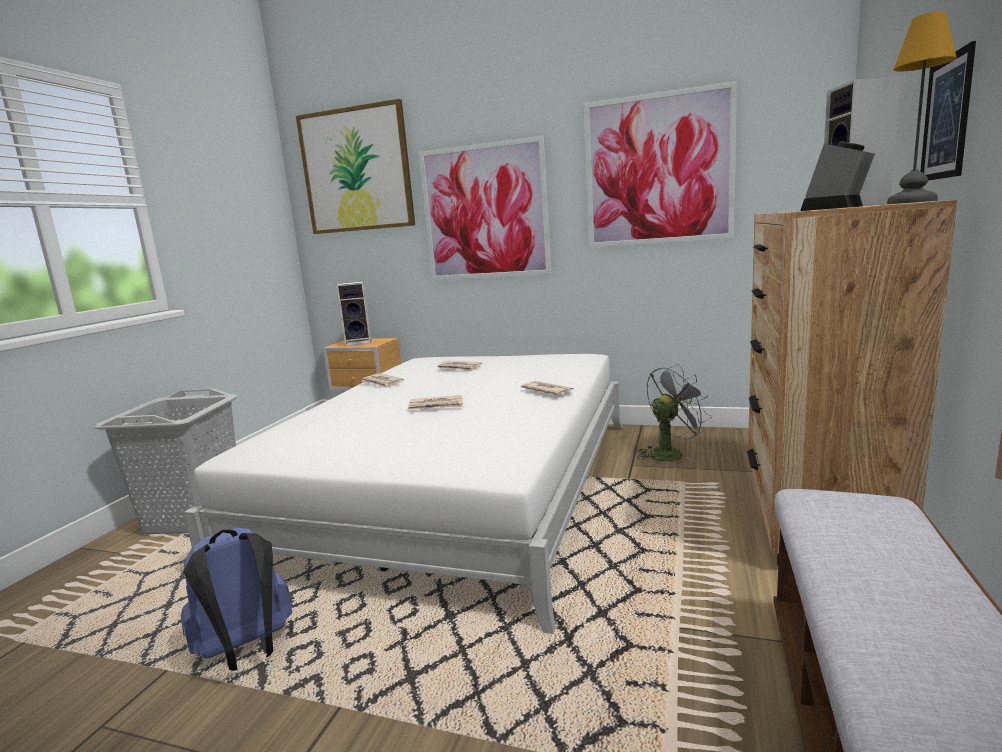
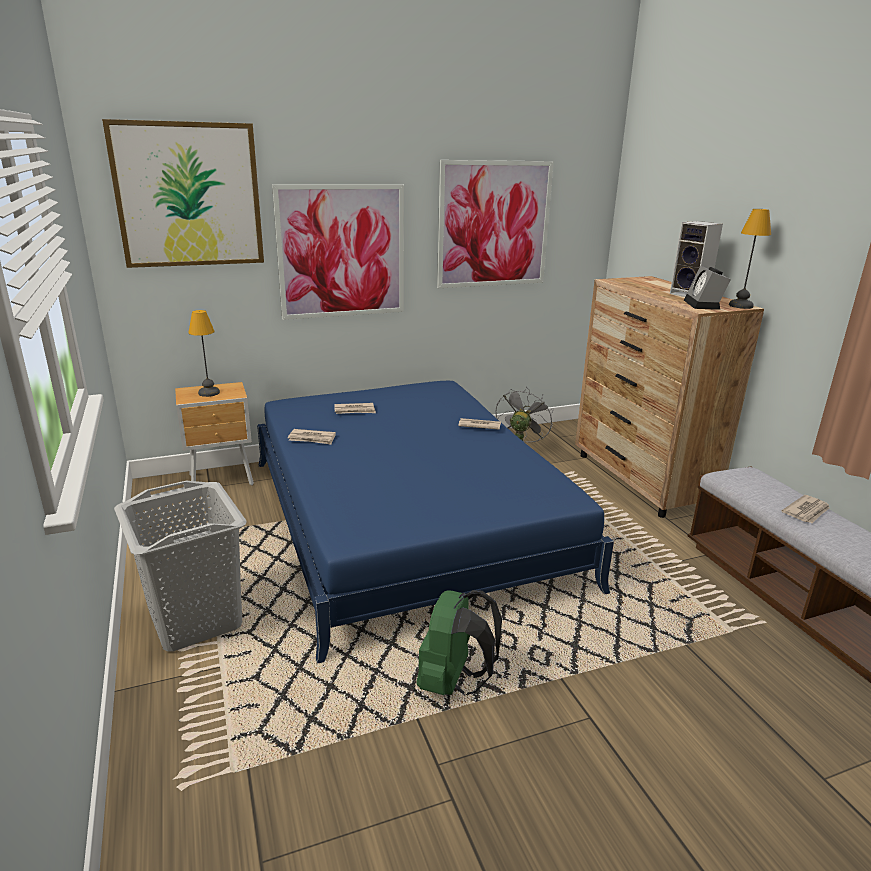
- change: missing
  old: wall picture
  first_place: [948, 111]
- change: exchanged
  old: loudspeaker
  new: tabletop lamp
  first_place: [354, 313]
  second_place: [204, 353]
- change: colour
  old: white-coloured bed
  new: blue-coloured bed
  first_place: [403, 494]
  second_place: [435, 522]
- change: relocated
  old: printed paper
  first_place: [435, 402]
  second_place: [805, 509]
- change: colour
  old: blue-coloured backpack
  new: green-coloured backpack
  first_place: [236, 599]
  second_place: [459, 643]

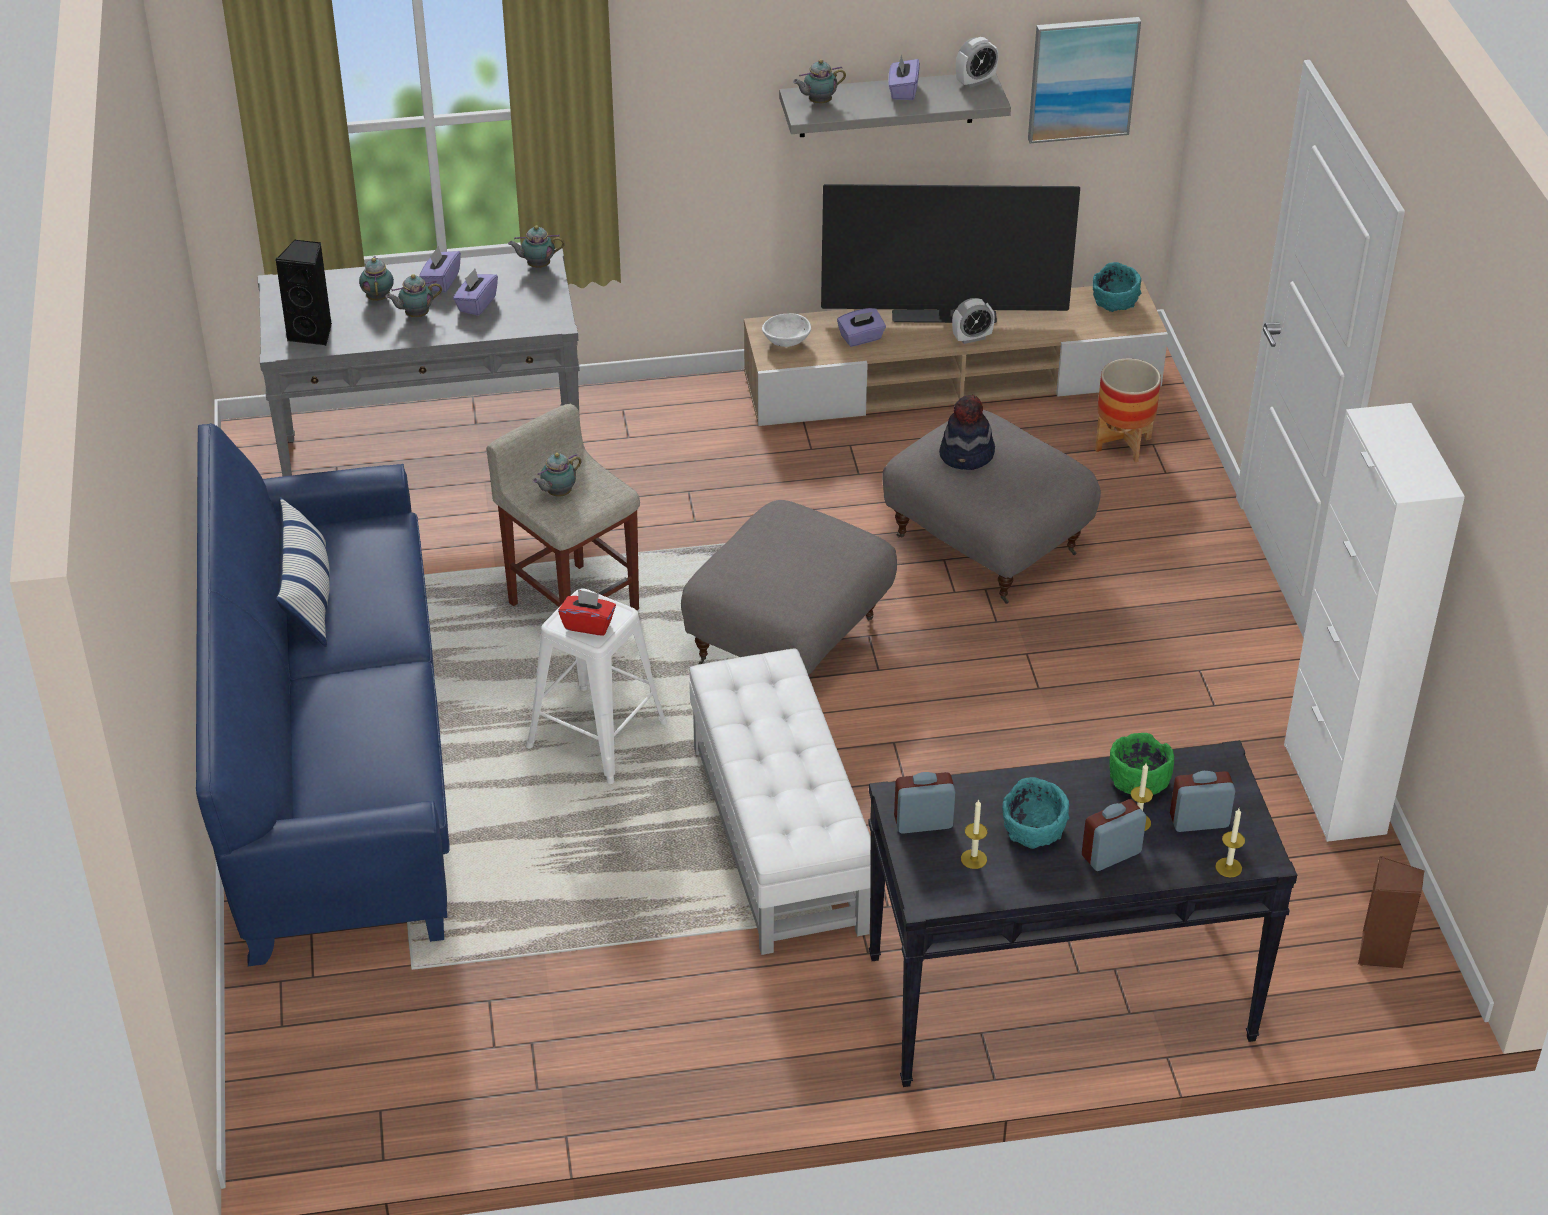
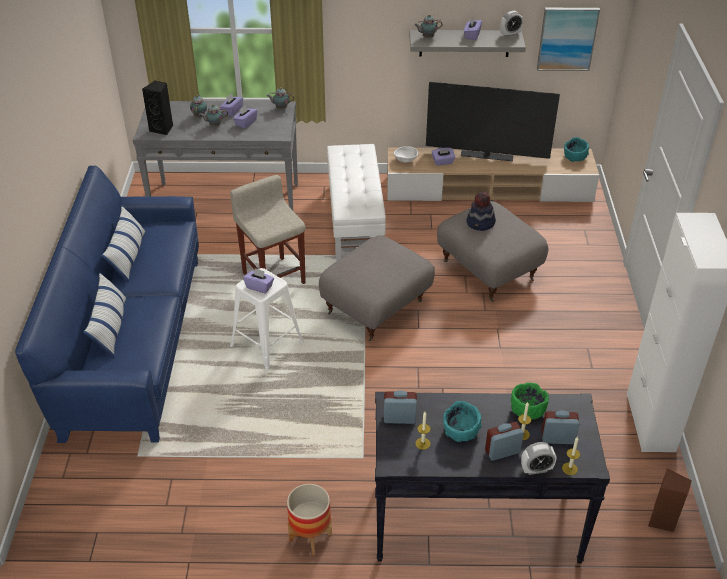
- change: relocated
  old: table clock
  first_place: [973, 321]
  second_place: [538, 458]
- change: relocated
  old: plant pot
  first_place: [1128, 410]
  second_place: [309, 520]
- change: missing
  old: pot for tea
  first_place: [557, 475]
- change: colour
  old: reddish box of tissues
  new: purple box of tissues
  first_place: [587, 612]
  second_place: [258, 280]
- change: relocated
  old: white-coloured pouffe
  first_place: [780, 802]
  second_place: [356, 202]
- change: appeared
  new: pillow
  second_place: [105, 315]

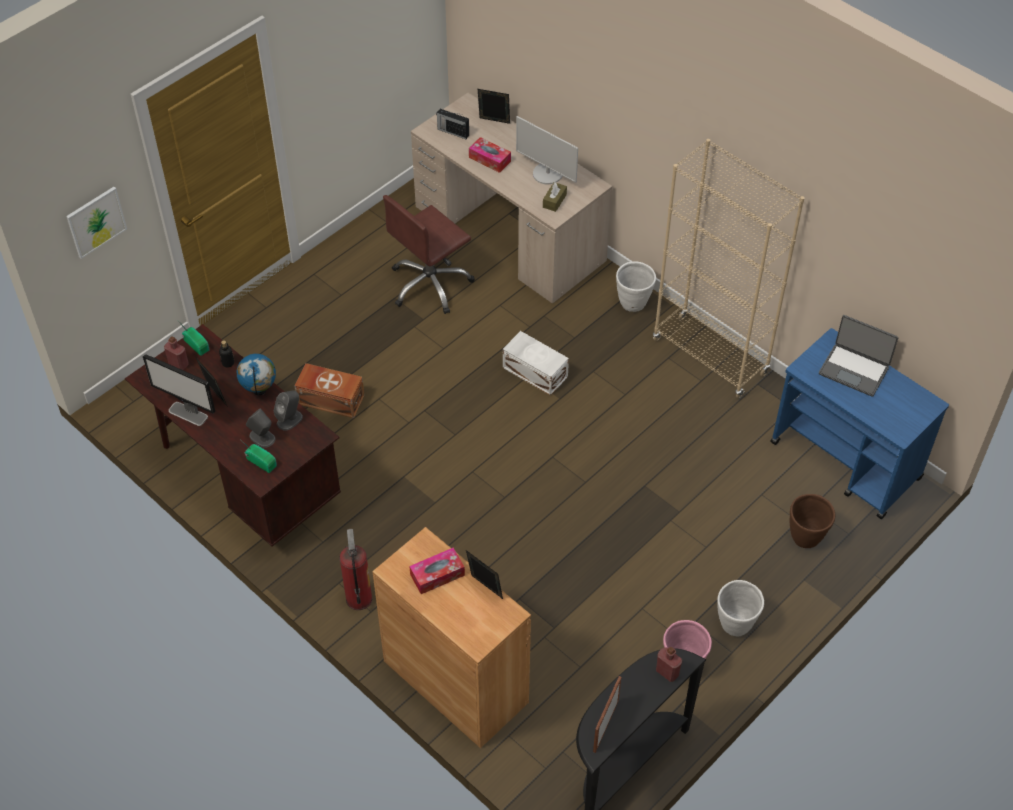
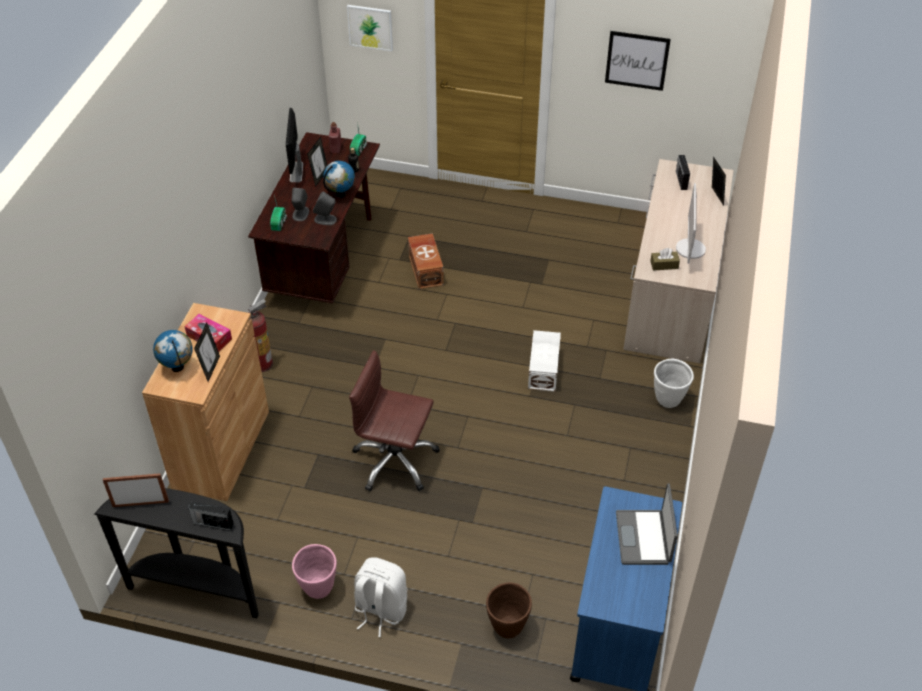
- change: missing
  old: box of tissues
  first_place: [490, 155]
- change: missing
  old: sand-coloured bookcase
  first_place: [729, 268]
- change: relocated
  old: brownish desk chair
  first_place: [429, 254]
  second_place: [394, 421]
- change: exchanged
  old: white-coloured plant pot
  new: white-coloured backpack
  first_place: [740, 608]
  second_place: [381, 597]
- change: exchanged
  old: reddish drink bottle
  new: radio receiver
  first_place: [669, 664]
  second_place: [211, 516]
- change: appeared
  new: wall picture
  second_place: [638, 61]
- change: appeared
  new: desk globe
  second_place: [173, 351]

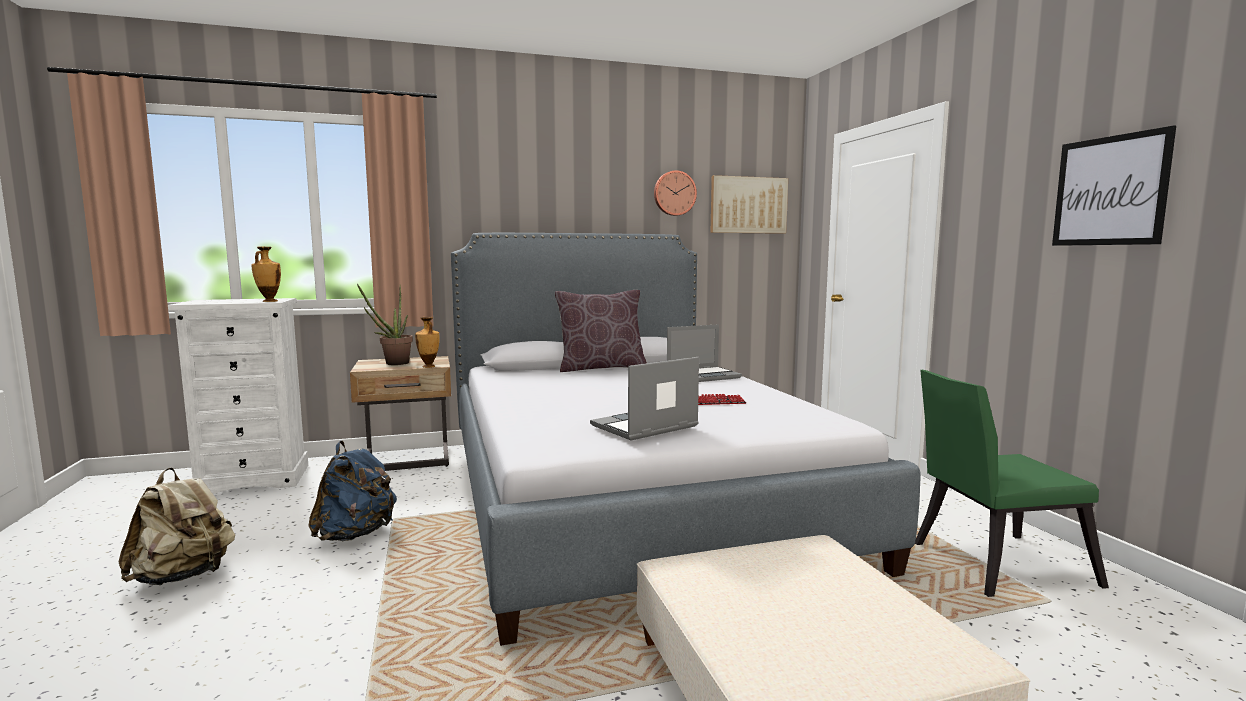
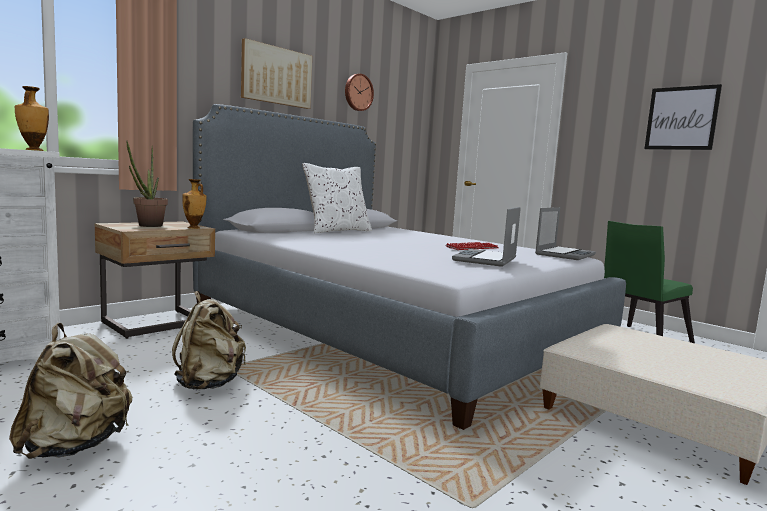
- change: relocated
  old: wall picture
  first_place: [749, 204]
  second_place: [276, 73]
- change: colour
  old: brownish pillow
  new: white-coloured pillow
  first_place: [601, 331]
  second_place: [337, 198]
- change: relocated
  old: laptop
  first_place: [704, 353]
  second_place: [565, 233]
- change: colour
  old: blue-coloured backpack
  new: sand-coloured backpack
  first_place: [352, 491]
  second_place: [209, 340]

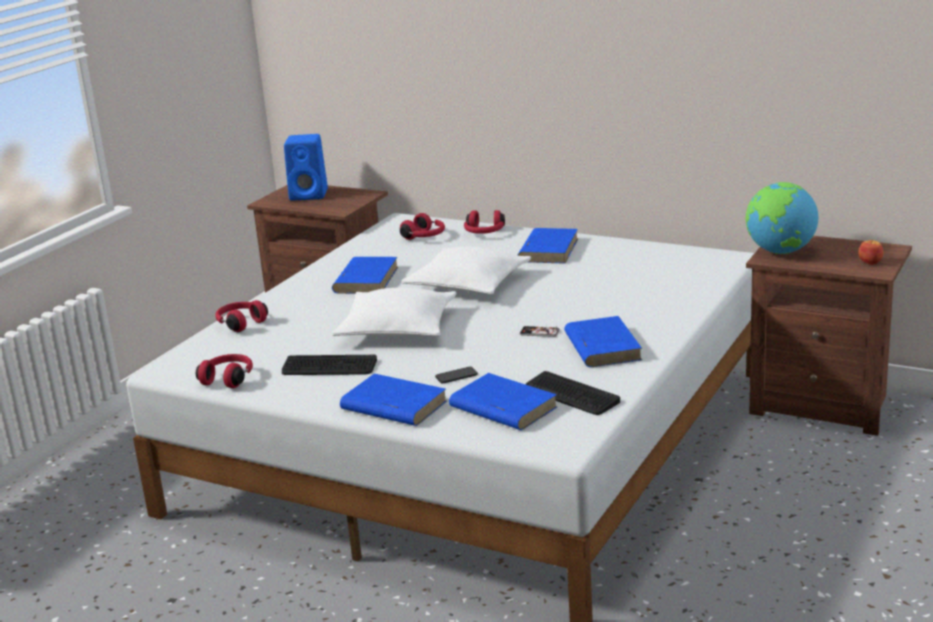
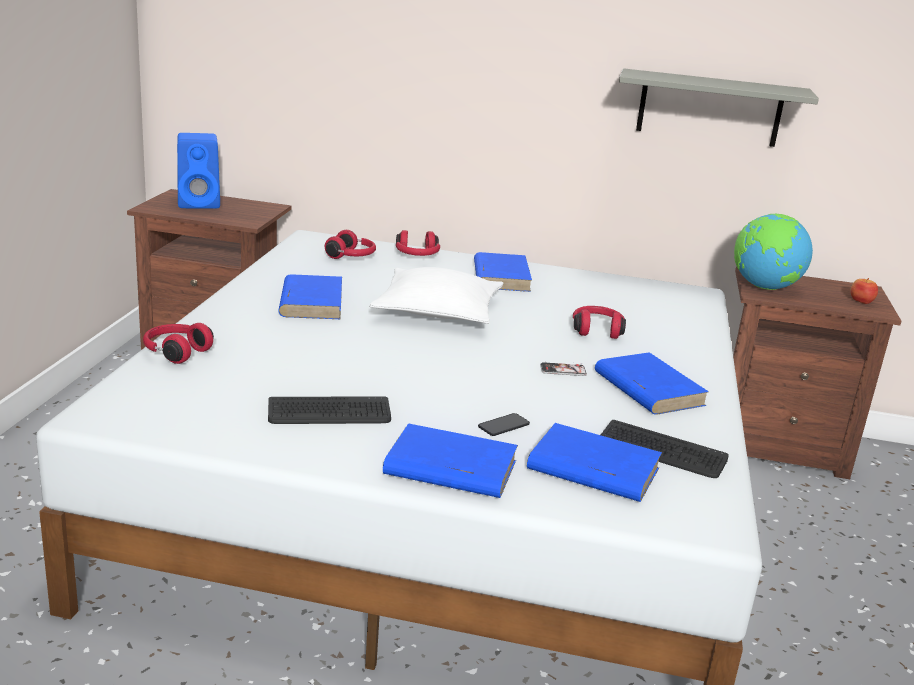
- change: missing
  old: white-coloured pillow
  first_place: [394, 311]
- change: relocated
  old: reddish pair of headphones
  first_place: [224, 371]
  second_place: [599, 322]
- change: appeared
  new: gray bracket shelf
  second_place: [719, 107]

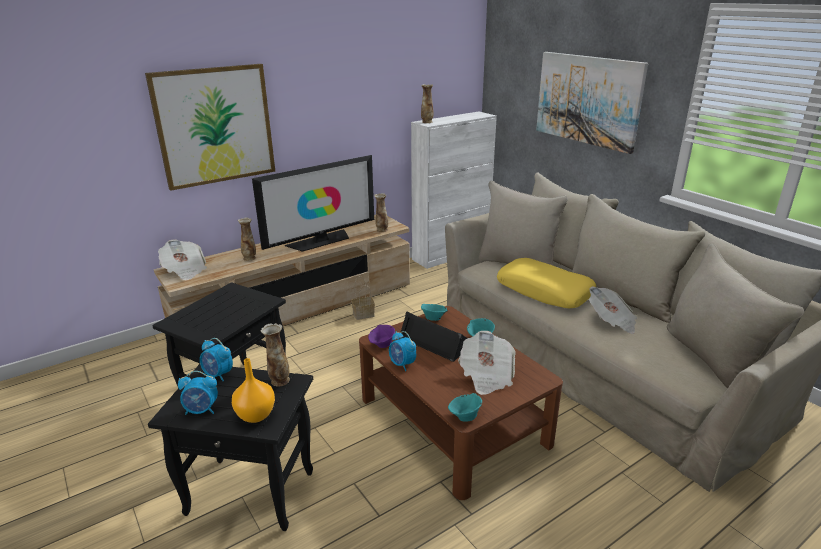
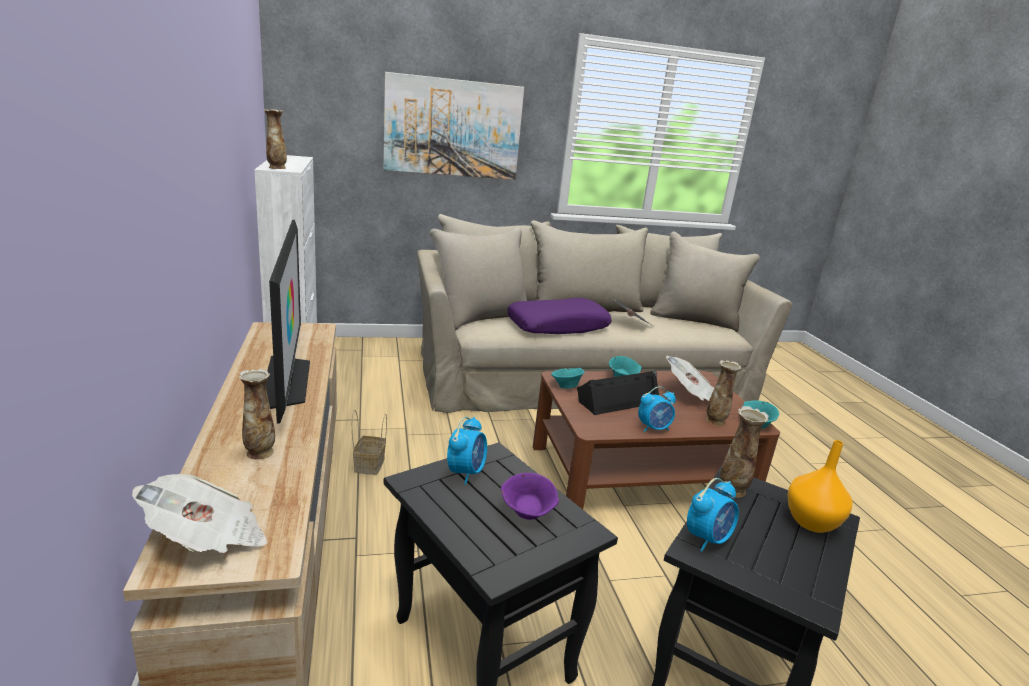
- change: missing
  old: wall picture
  first_place: [210, 127]
- change: relocated
  old: vase
  first_place: [381, 212]
  second_place: [723, 393]
- change: colour
  old: yellow-coloured pillow
  new: purple pillow
  first_place: [546, 283]
  second_place: [560, 316]
- change: relocated
  old: purple bowl
  first_place: [381, 336]
  second_place: [530, 496]
- change: relocated
  old: table clock
  first_place: [198, 393]
  second_place: [467, 451]

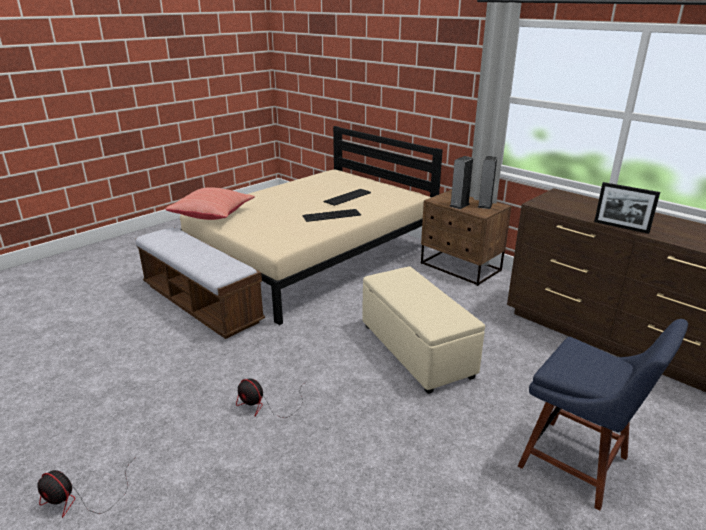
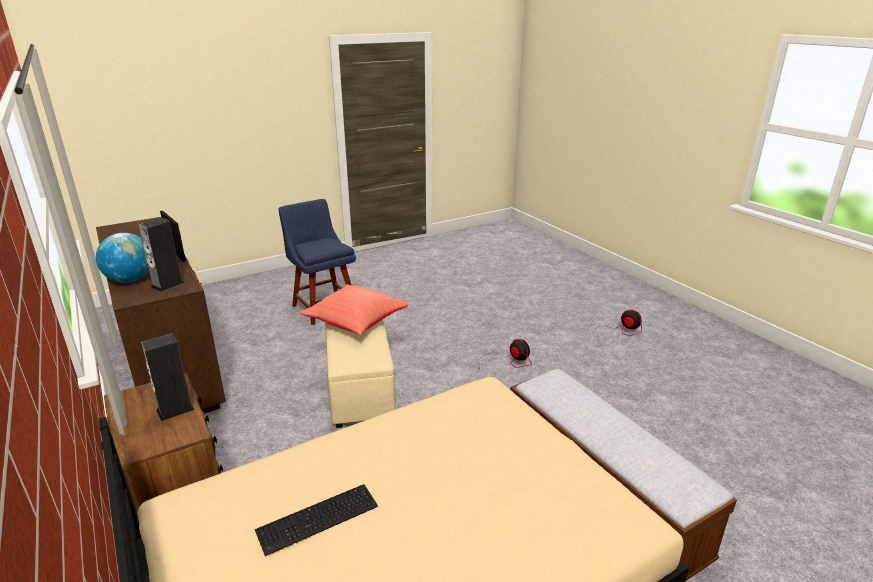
- change: relocated
  old: loudspeaker
  first_place: [487, 182]
  second_place: [161, 254]
- change: relocated
  old: reddish pillow
  first_place: [210, 203]
  second_place: [353, 310]
- change: missing
  old: computer keyboard
  first_place: [331, 215]
- change: appeared
  new: desk globe
  second_place: [122, 258]

